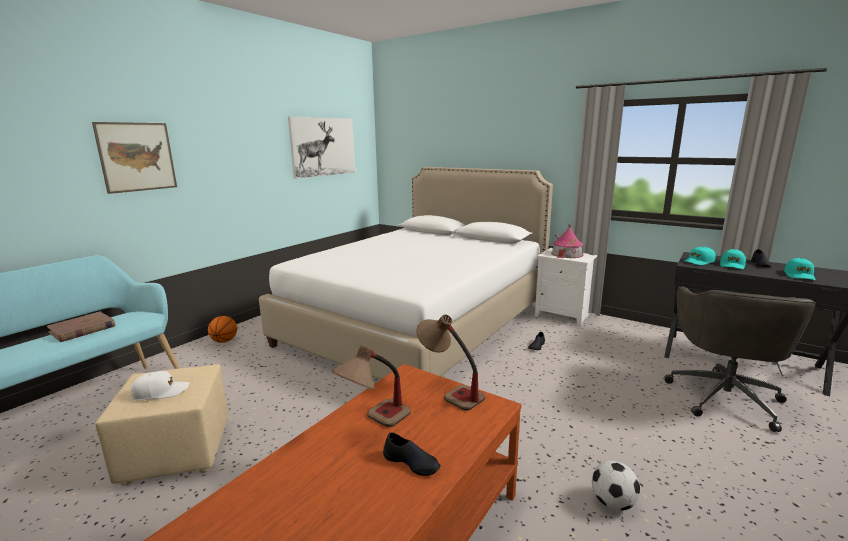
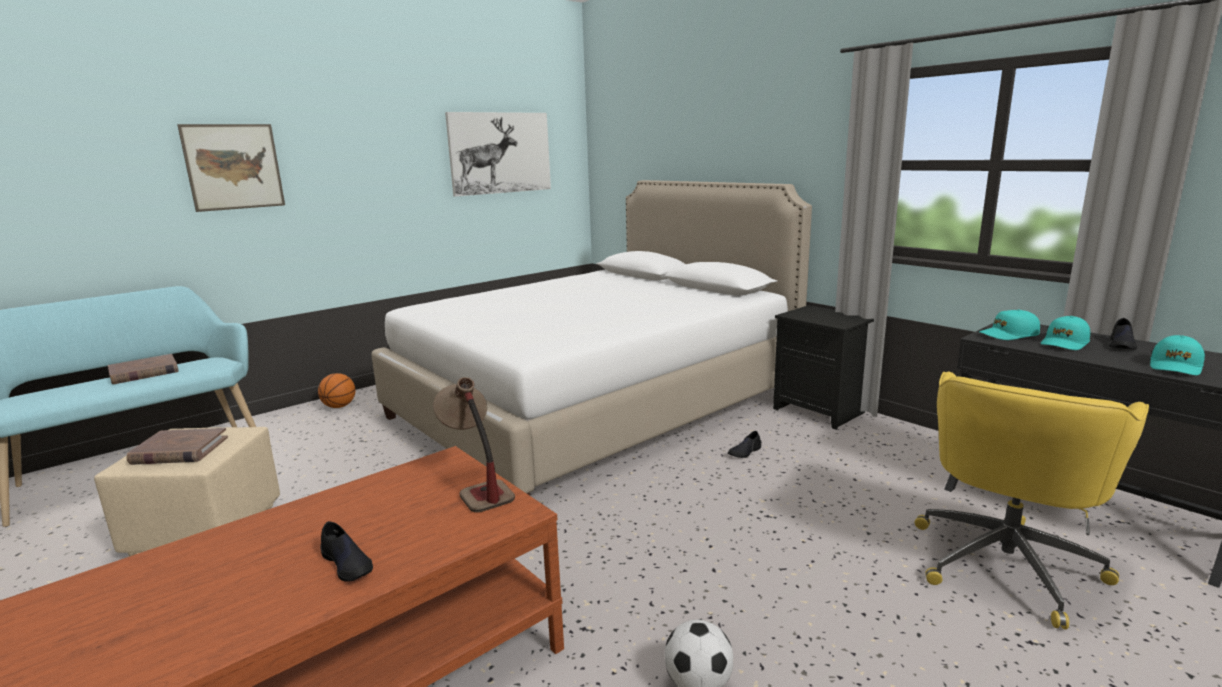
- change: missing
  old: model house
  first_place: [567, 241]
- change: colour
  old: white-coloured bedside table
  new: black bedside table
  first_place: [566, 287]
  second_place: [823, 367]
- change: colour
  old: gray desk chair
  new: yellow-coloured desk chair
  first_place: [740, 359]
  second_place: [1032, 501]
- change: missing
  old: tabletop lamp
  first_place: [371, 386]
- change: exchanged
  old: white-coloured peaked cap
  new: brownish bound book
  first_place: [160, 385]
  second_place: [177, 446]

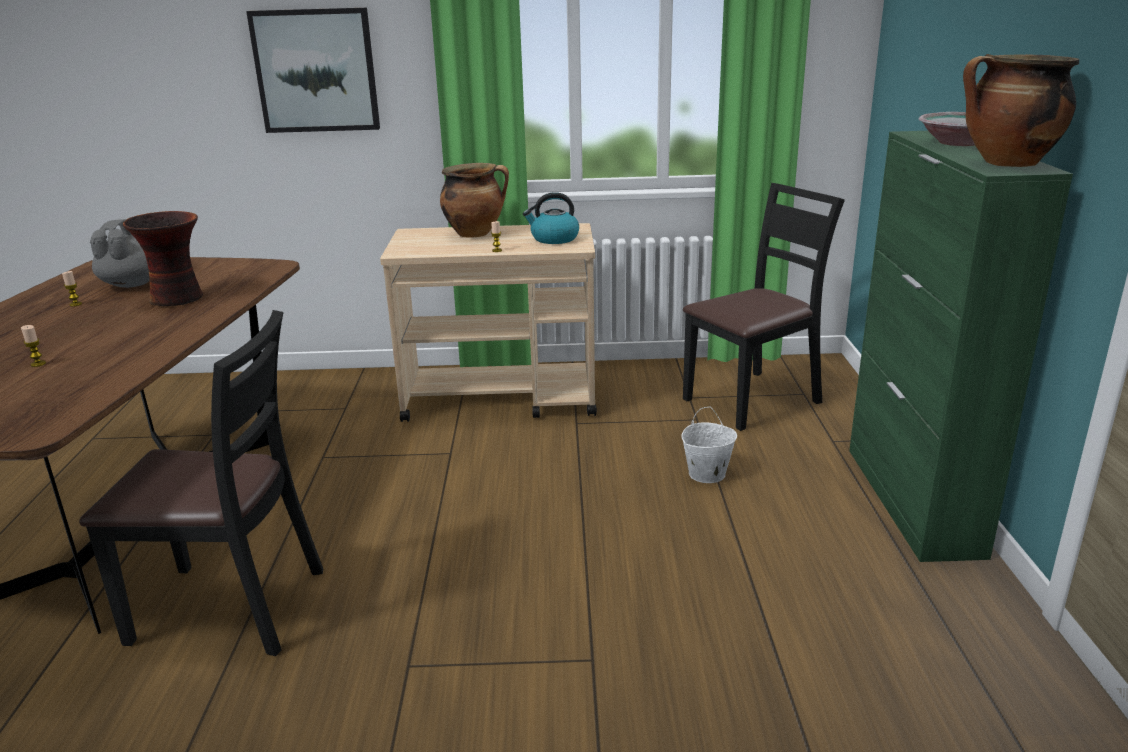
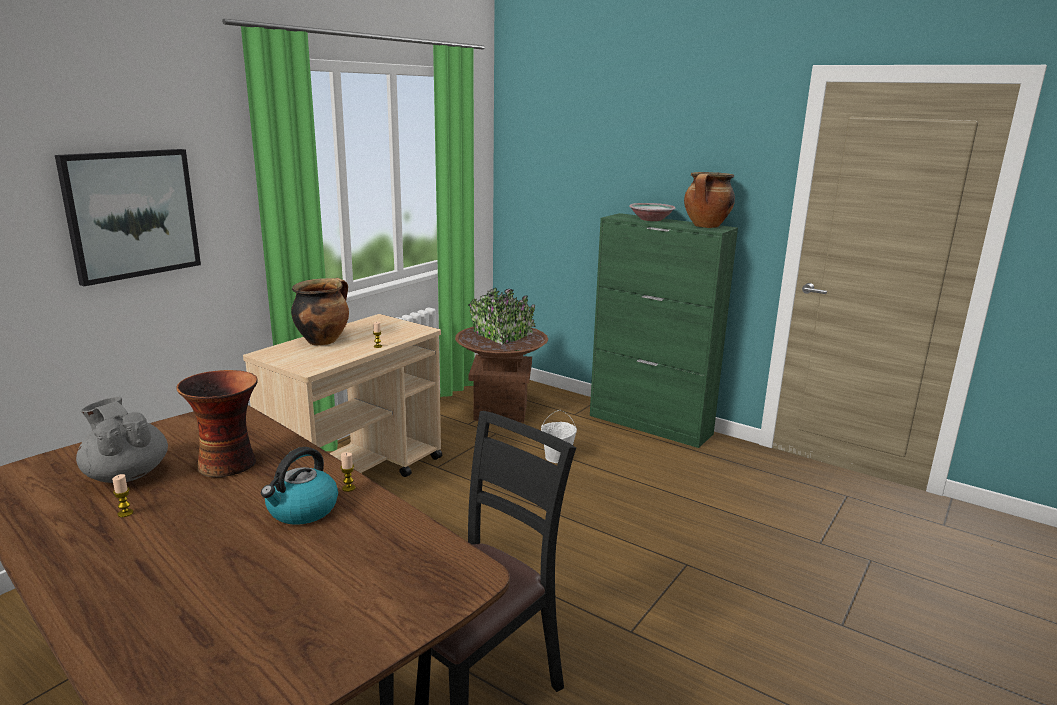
- change: exchanged
  old: black upright chair
  new: brownish plant pot
  first_place: [764, 307]
  second_place: [501, 355]
- change: relocated
  old: tea kettle
  first_place: [551, 218]
  second_place: [299, 486]
- change: relocated
  old: wax candle
  first_place: [33, 346]
  second_place: [348, 472]

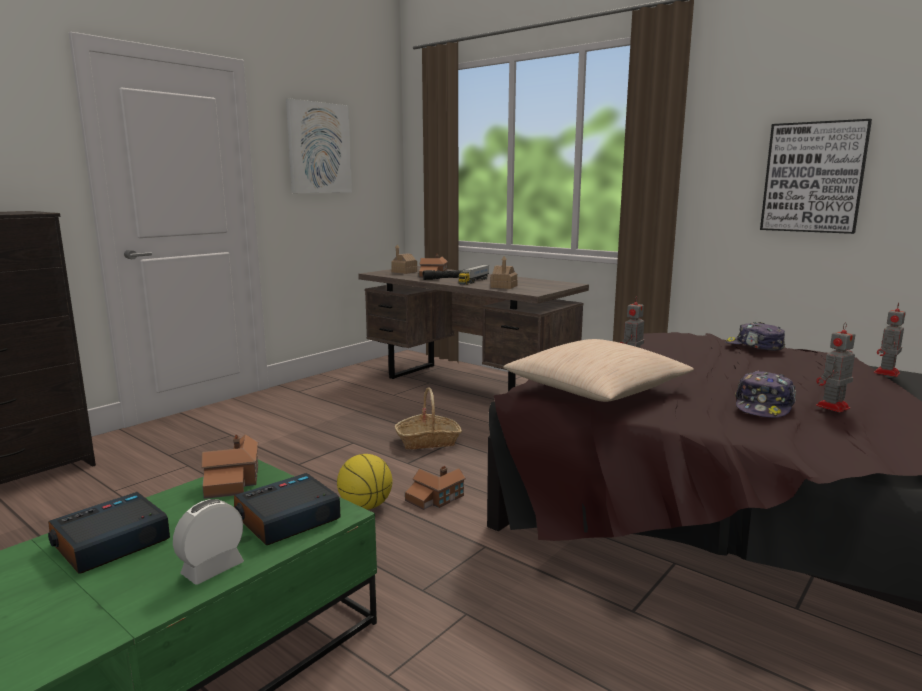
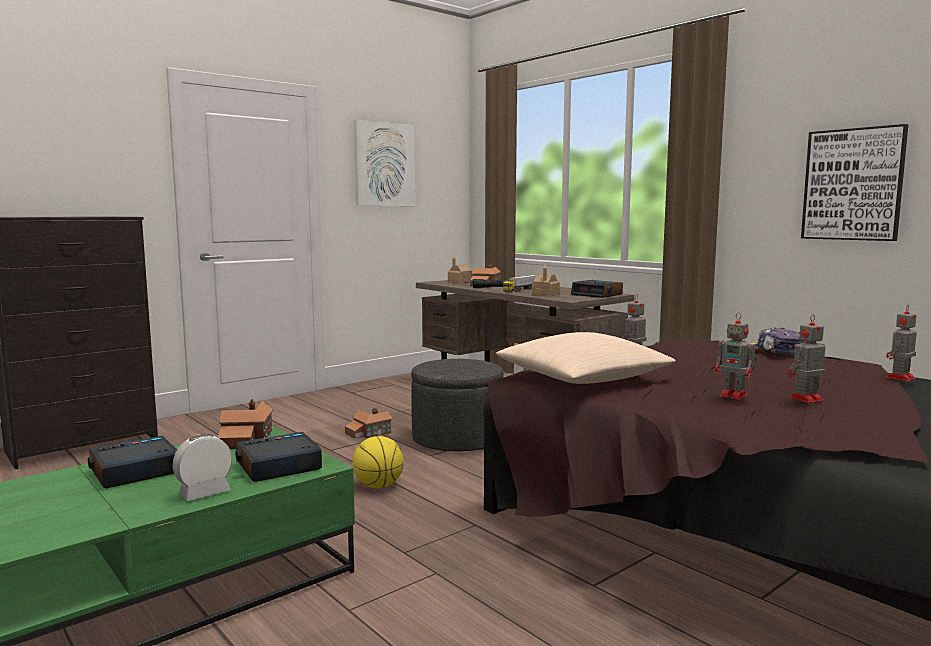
- change: exchanged
  old: peaked cap
  new: robot figure
  first_place: [765, 394]
  second_place: [736, 356]
- change: exchanged
  old: household basket
  new: gray pouffe
  first_place: [428, 418]
  second_place: [457, 405]
- change: relocated
  old: model house
  first_place: [435, 488]
  second_place: [368, 423]
- change: appeared
  new: table clock
  second_place: [597, 289]

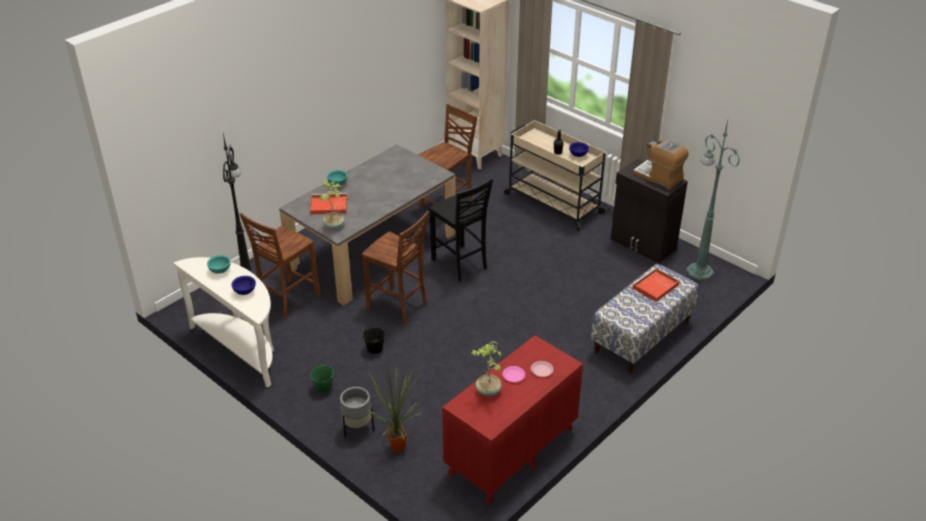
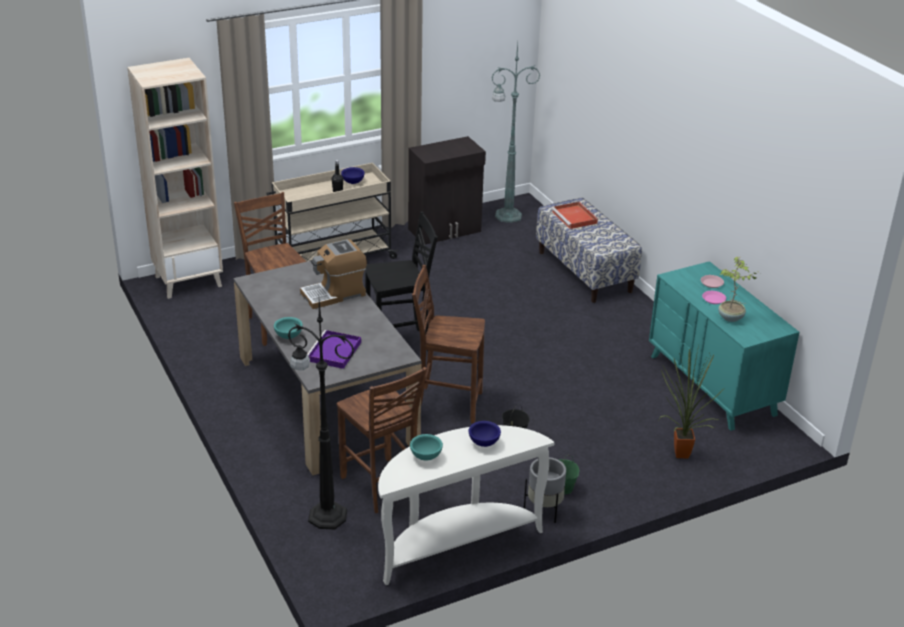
- change: relocated
  old: coffee maker
  first_place: [661, 164]
  second_place: [333, 274]
- change: missing
  old: potted plant
  first_place: [331, 205]
- change: colour
  old: reddish tray
  new: purple tray
  first_place: [328, 204]
  second_place: [334, 349]
- change: spun
  old: brownish upright chair
  first_place: [395, 267]
  second_place: [448, 344]
  degrees: -135
- change: colour
  old: reddish dresser
  new: turquoise dresser
  first_place: [512, 420]
  second_place: [724, 346]
- change: relocated
  old: gray plant pot
  first_place: [357, 412]
  second_place: [545, 490]

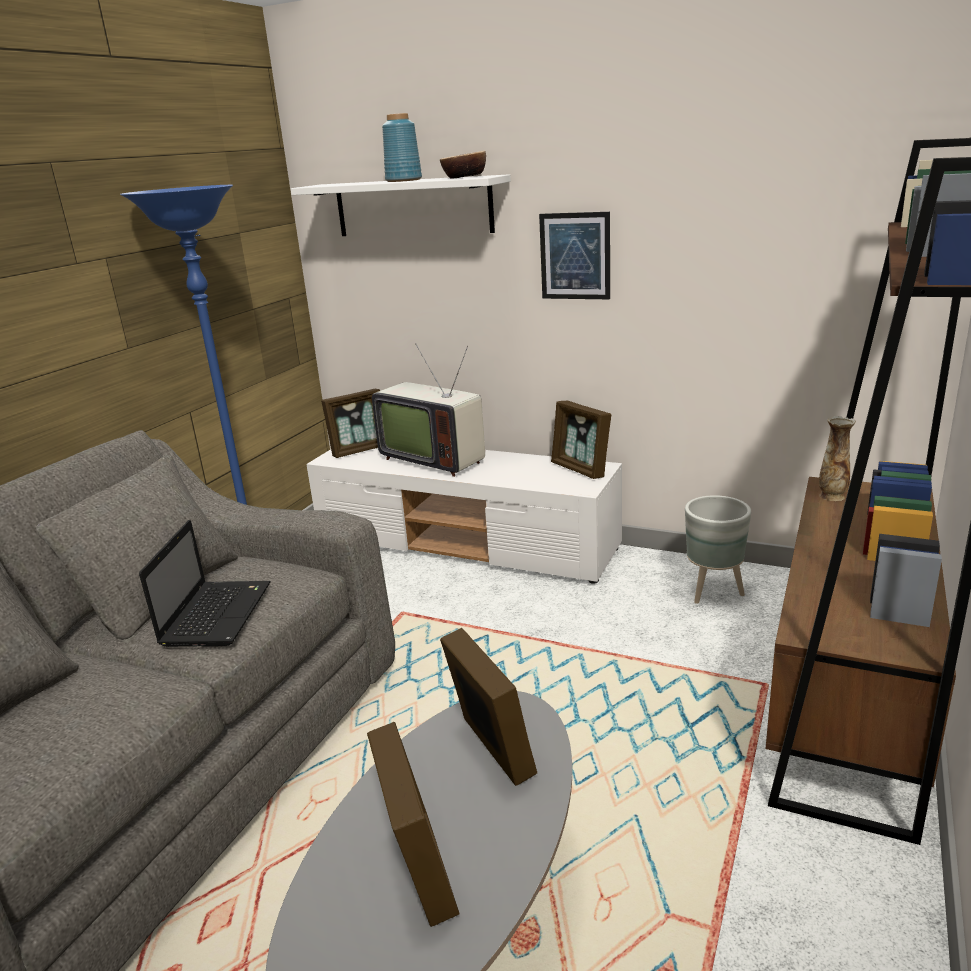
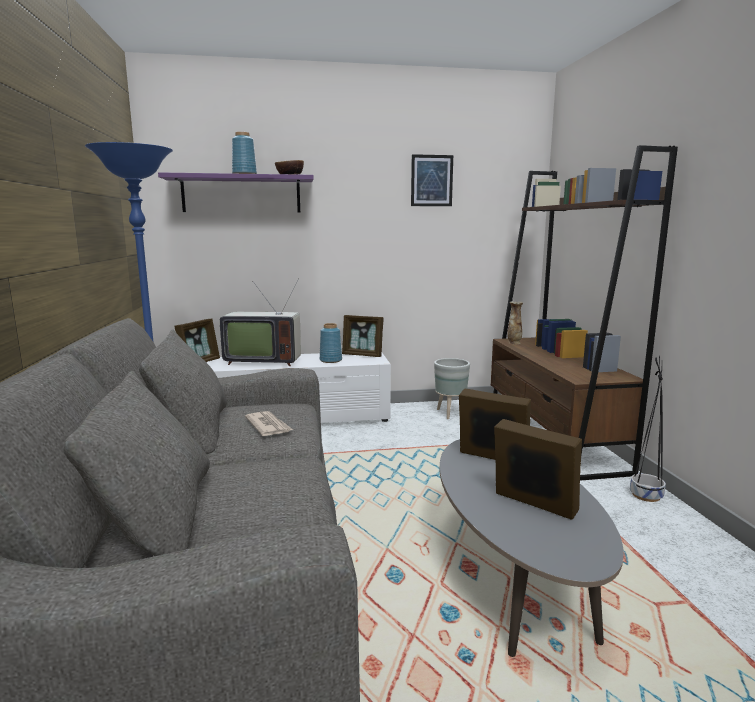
- change: colour
  old: white-coloured bracket shelf
  new: purple bracket shelf
  first_place: [401, 205]
  second_place: [236, 192]
- change: relocated
  old: wall picture
  first_place: [574, 255]
  second_place: [432, 180]
- change: exchanged
  old: laptop
  new: printed paper
  first_place: [205, 583]
  second_place: [269, 423]
- change: appeared
  new: blue-coloured vase
  second_place: [331, 343]
- change: appeared
  new: black plant pot
  second_place: [648, 428]

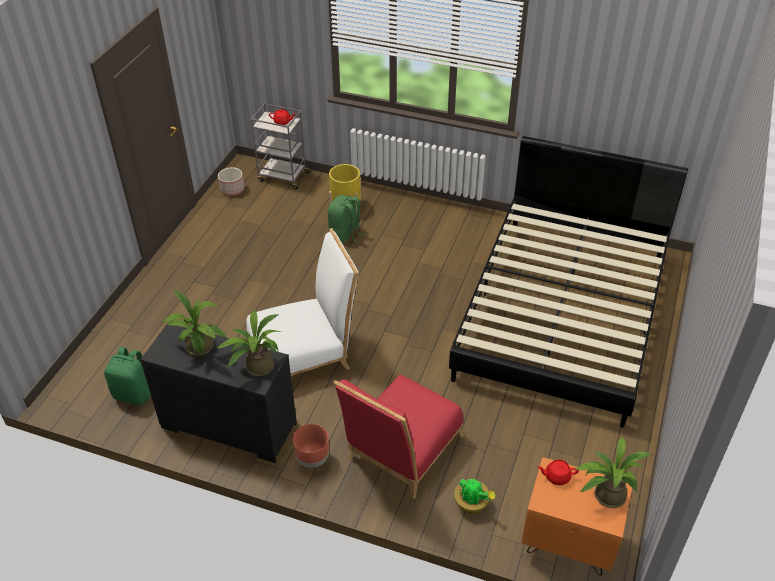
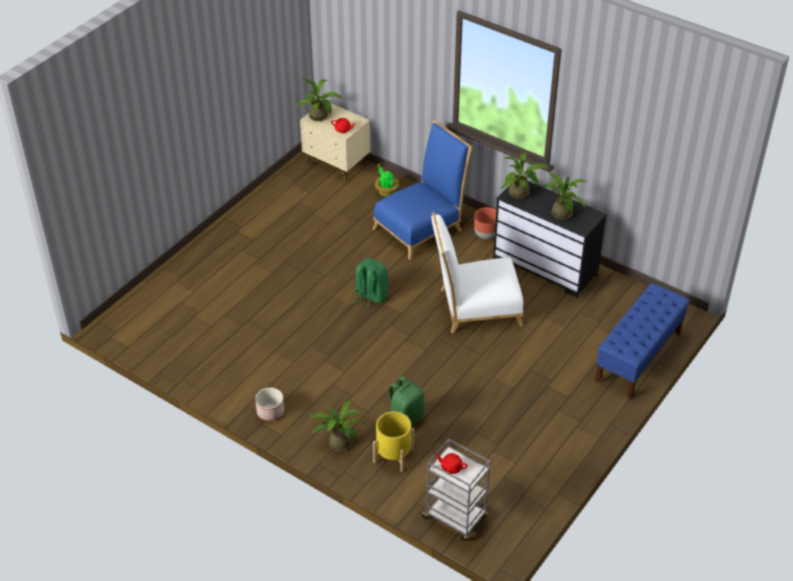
- change: missing
  old: black bed
  first_place: [568, 282]
- change: relocated
  old: plant pot
  first_place: [231, 181]
  second_place: [269, 404]
- change: relocated
  old: green-coloured backpack
  first_place: [127, 376]
  second_place: [371, 283]
- change: colour
  old: reddish upright chair
  new: blue-coloured upright chair
  first_place: [398, 437]
  second_place: [422, 190]
- change: colour
  old: orange-coloured bedside table
  new: sand-coloured bedside table
  first_place: [576, 516]
  second_place: [335, 141]
- change: appeared
  new: blue-coloured indoor bench
  second_place: [642, 341]
- change: appeared
  new: potted plant
  second_place: [337, 425]

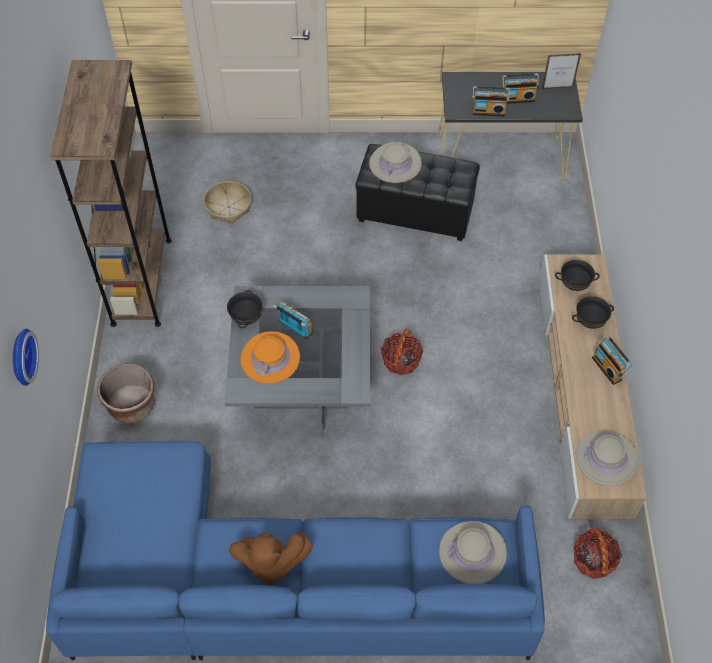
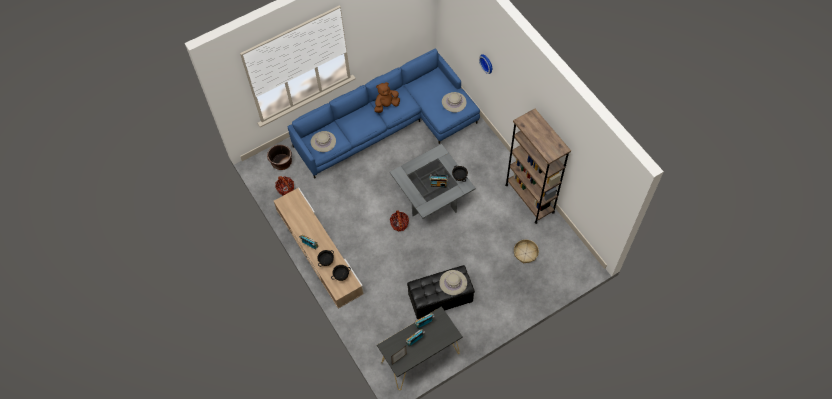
- change: missing
  old: orange-coloured wearable hat
  first_place: [270, 357]
- change: relocated
  old: brownish plant pot
  first_place: [125, 394]
  second_place: [279, 157]
- change: relocated
  old: sand-coloured wearable hat
  first_place: [607, 458]
  second_place: [454, 102]

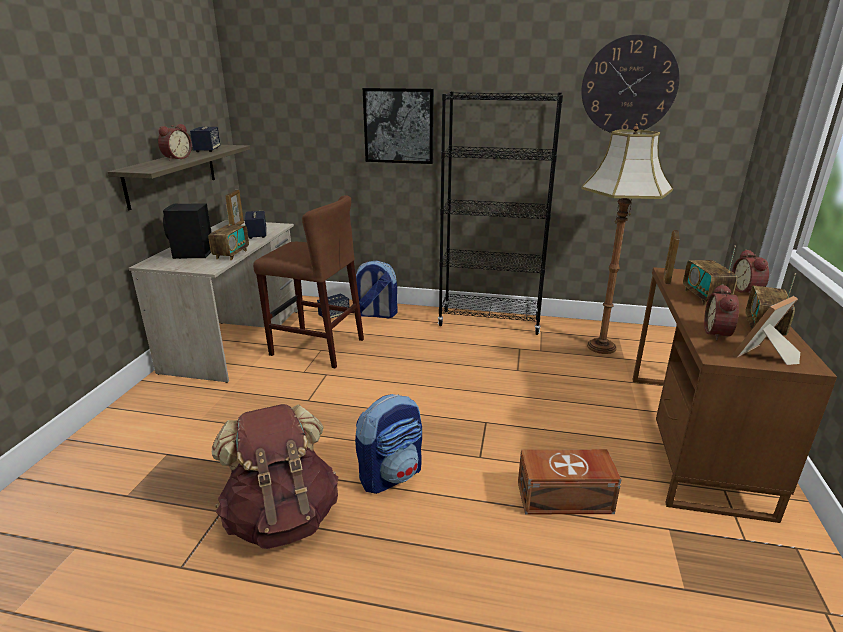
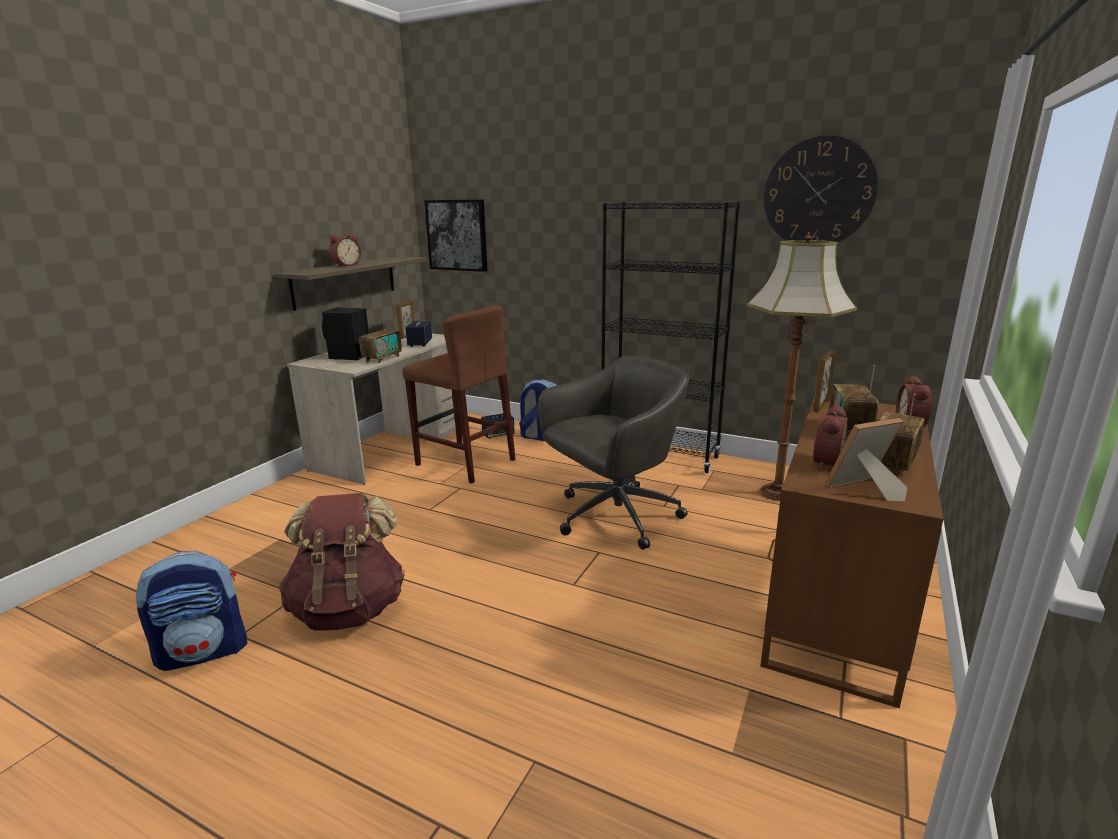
- change: relocated
  old: wall picture
  first_place: [398, 126]
  second_place: [455, 236]
- change: missing
  old: loudspeaker
  first_place: [205, 139]
- change: relocated
  old: backpack
  first_place: [388, 444]
  second_place: [191, 611]
- change: missing
  old: brownish storage box
  first_place: [570, 481]
- change: appeared
  new: gray desk chair
  second_place: [613, 453]

